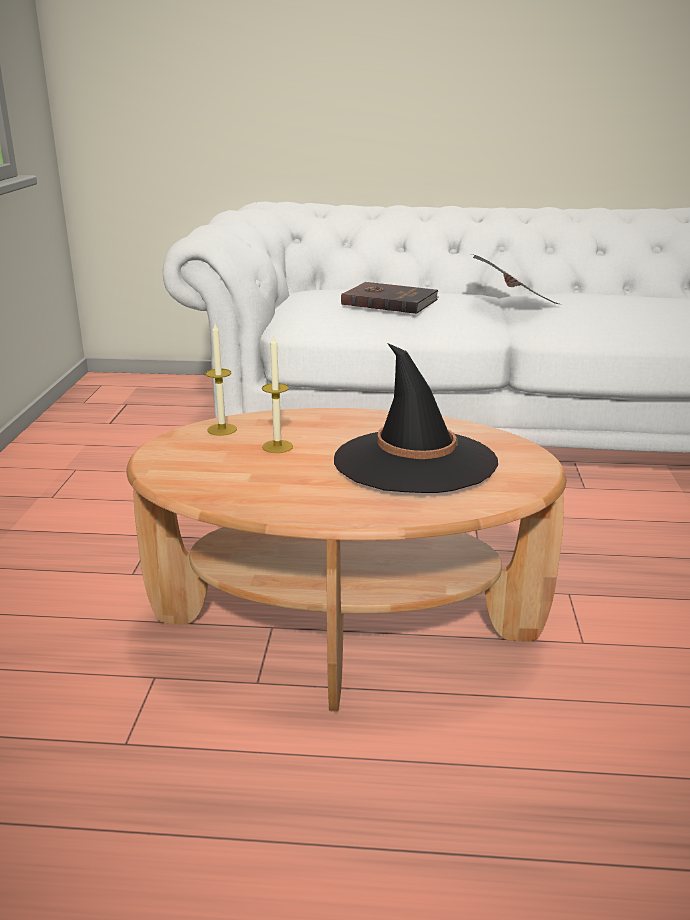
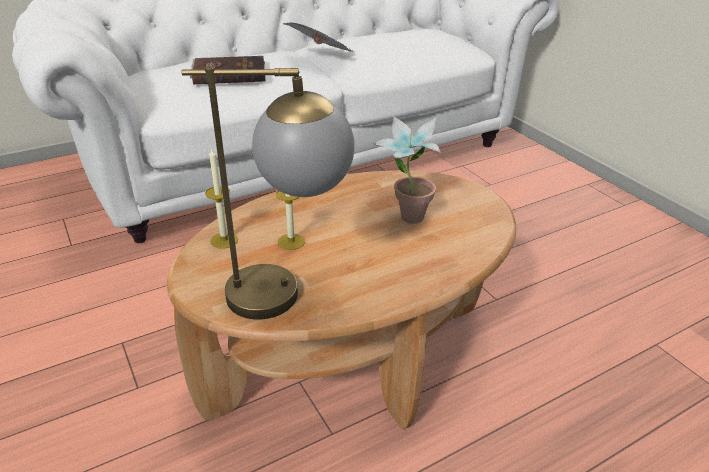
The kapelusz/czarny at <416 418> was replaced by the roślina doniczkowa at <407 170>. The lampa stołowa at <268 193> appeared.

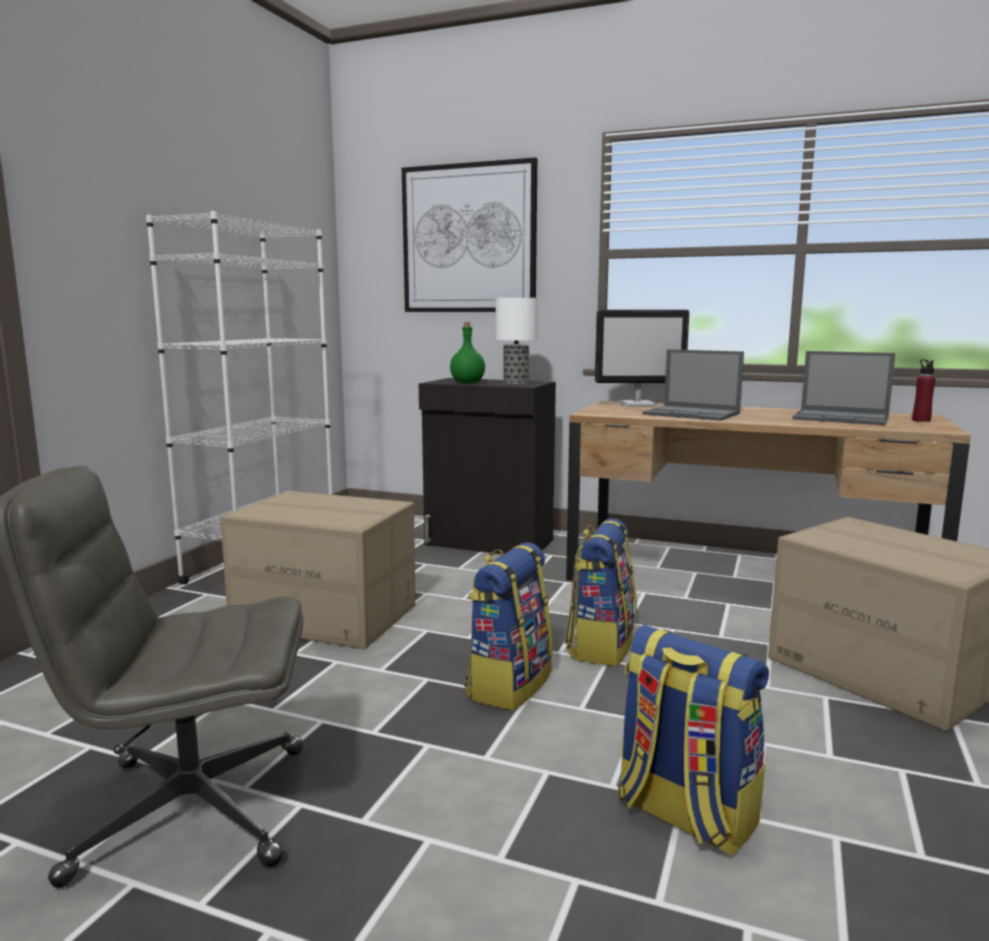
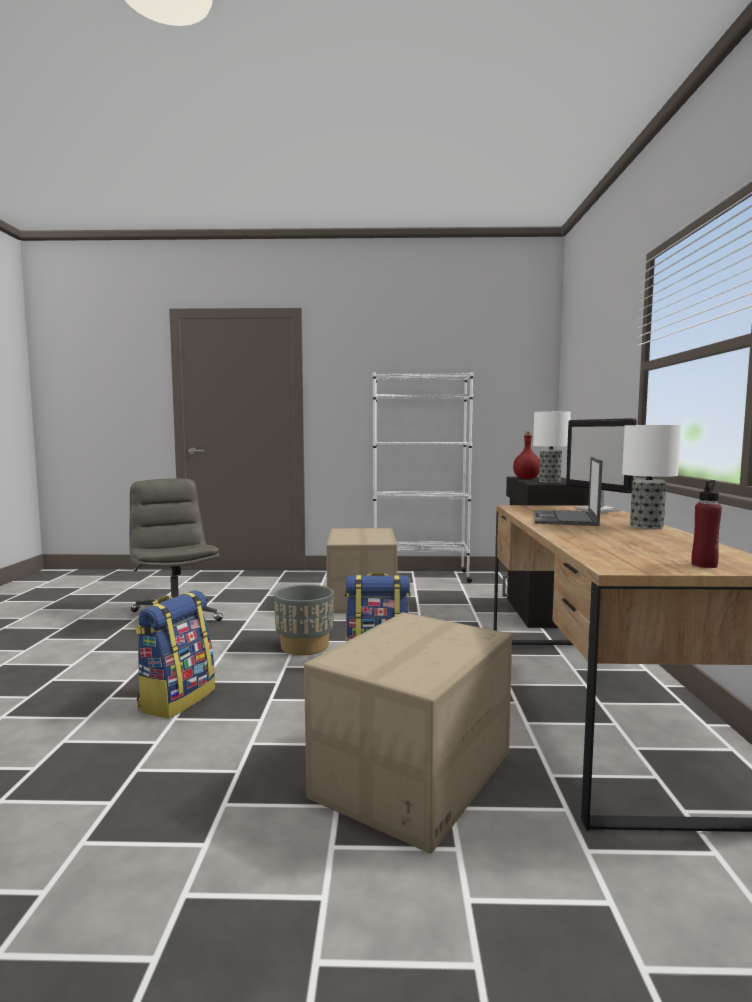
The obraz at <469 234> disappeared. The butelka/zielony at <467 353> became the butelka/czerwony at <526 455>. The laptop at <843 388> disappeared. The plecak at <508 626> was replaced by the donica/szary at <304 620>. The lampa stołowa at <651 477> appeared.

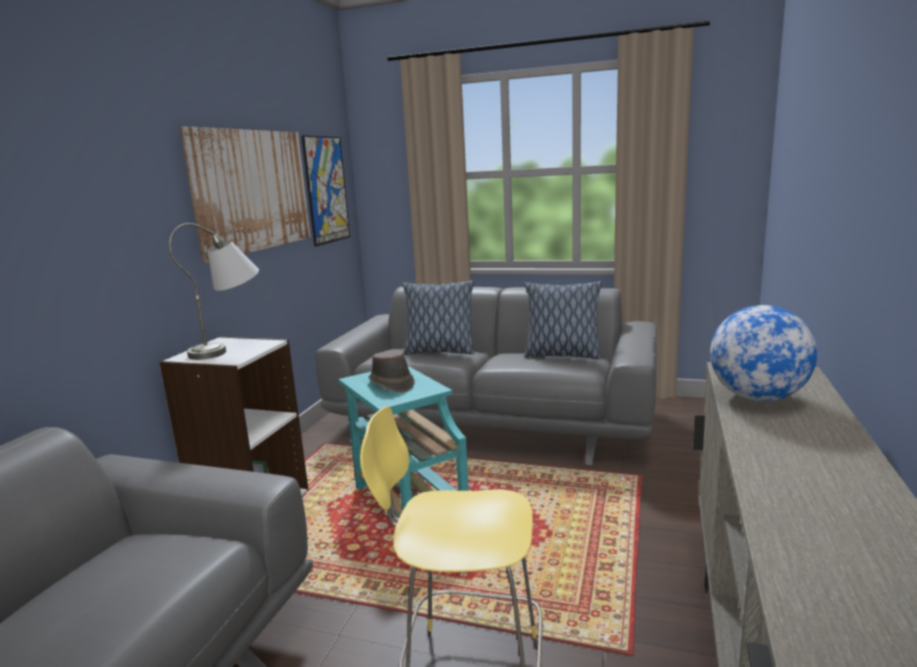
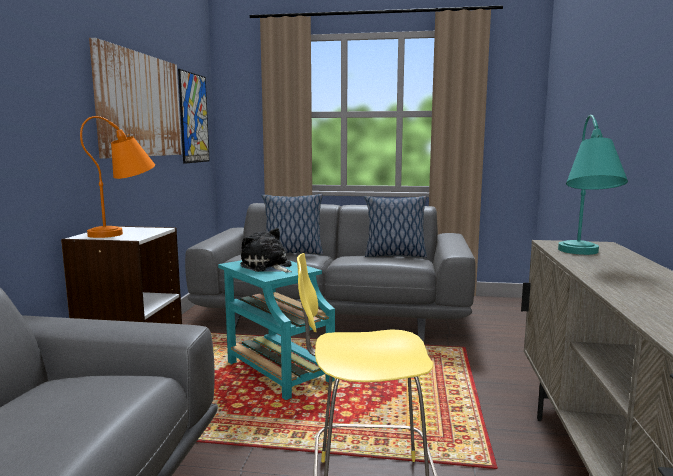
The lampa stołowa/szary at <214 291> became the lampa stołowa/pomarańczowy at <117 177>. The globus at <763 353> was replaced by the lampa stołowa/turkusowy at <593 185>. The kapelusz/brązowy at <392 372> was replaced by the pluszak at <266 250>.

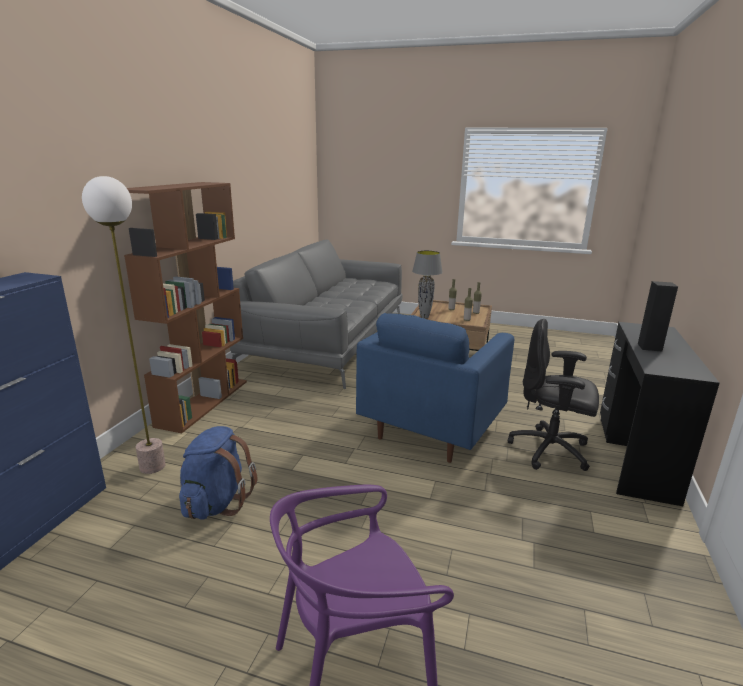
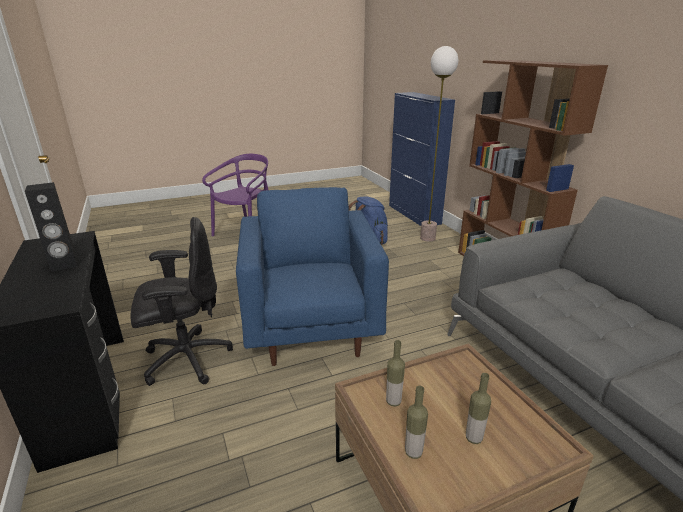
The lampa stołowa/szary at <427 284> disappeared.

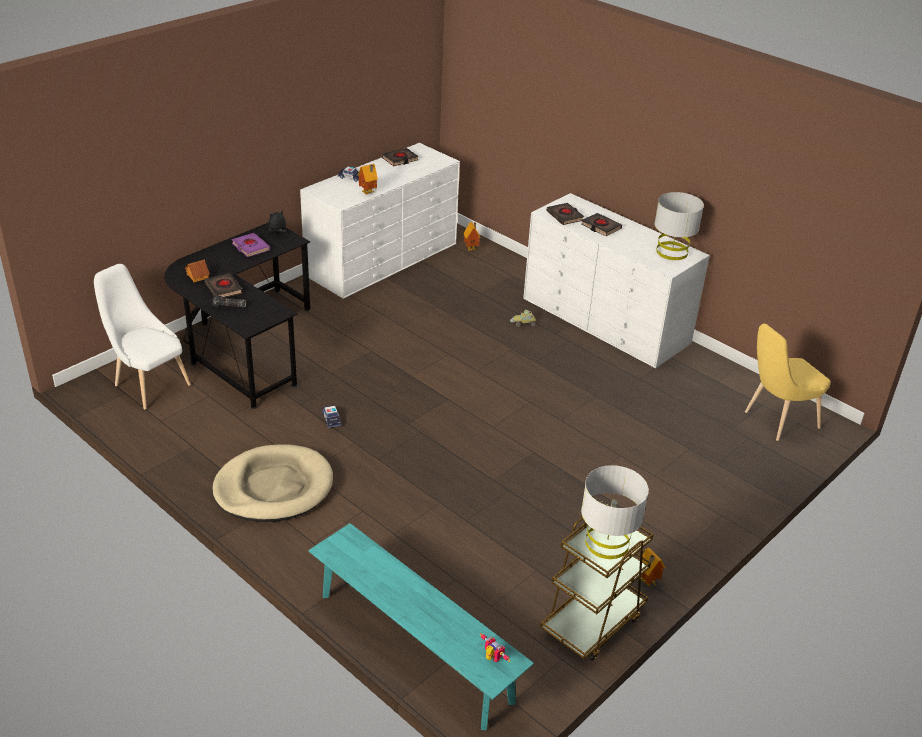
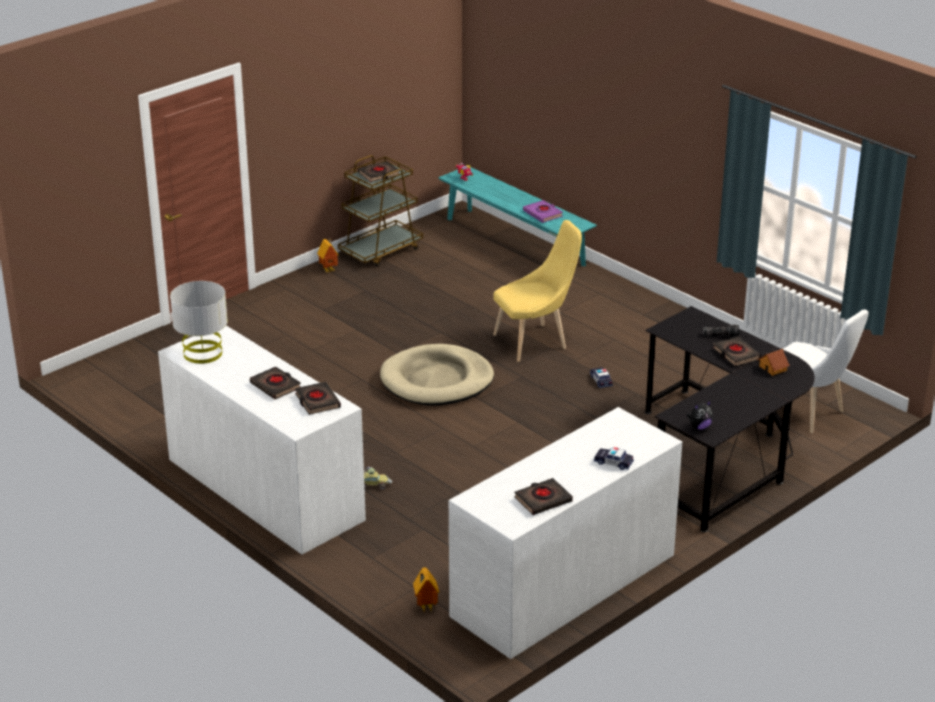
The domek at <368 179> disappeared. The książka/fioletowy moved from <251 245> to <543 211>. The krzesło/żółty moved from <788 382> to <537 291>. The legowisko/beżowy moved from <272 483> to <437 374>. The lampa stołowa/szary at <615 512> was replaced by the książka/czarny at <378 171>.

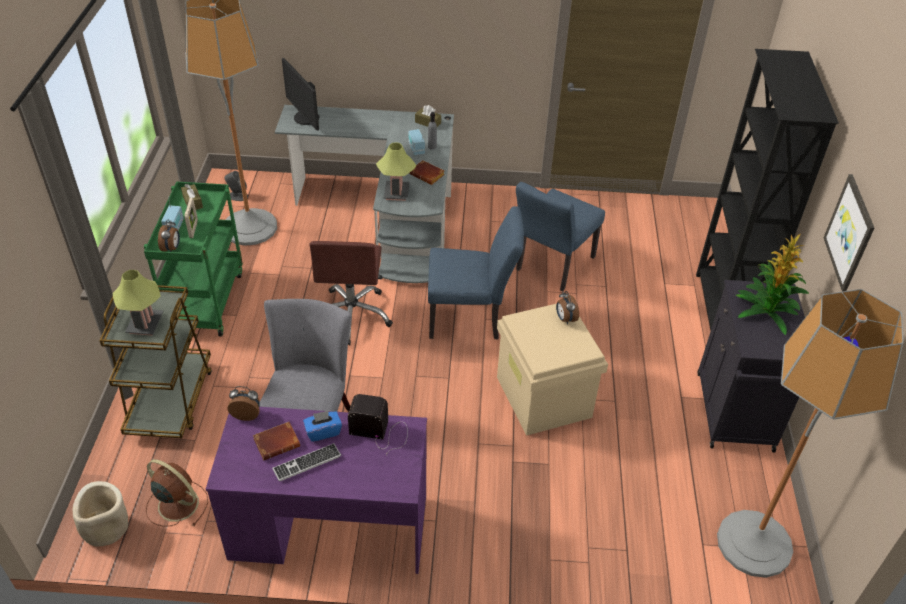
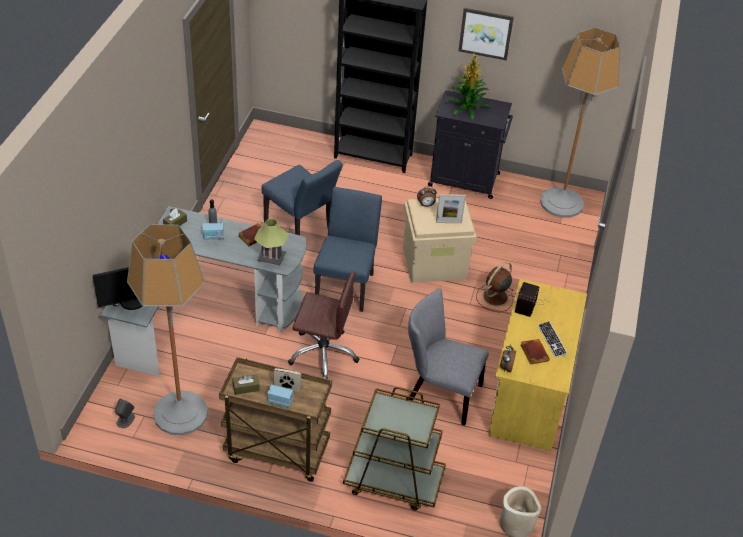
The wózek/zielony at <193 259> became the wózek/brązowy at <275 419>. The budzik at <169 236> disappeared. The lampa stołowa at <138 303> disappeared. The biurko/fioletowy at <316 490> became the biurko/żółty at <537 365>. The pudełko chusteczek/niebieski at <322 426> disappeared. The wentylator/brązowy moved from <177 493> to <494 287>. The ramka na zdjęcie at <451 208> appeared.

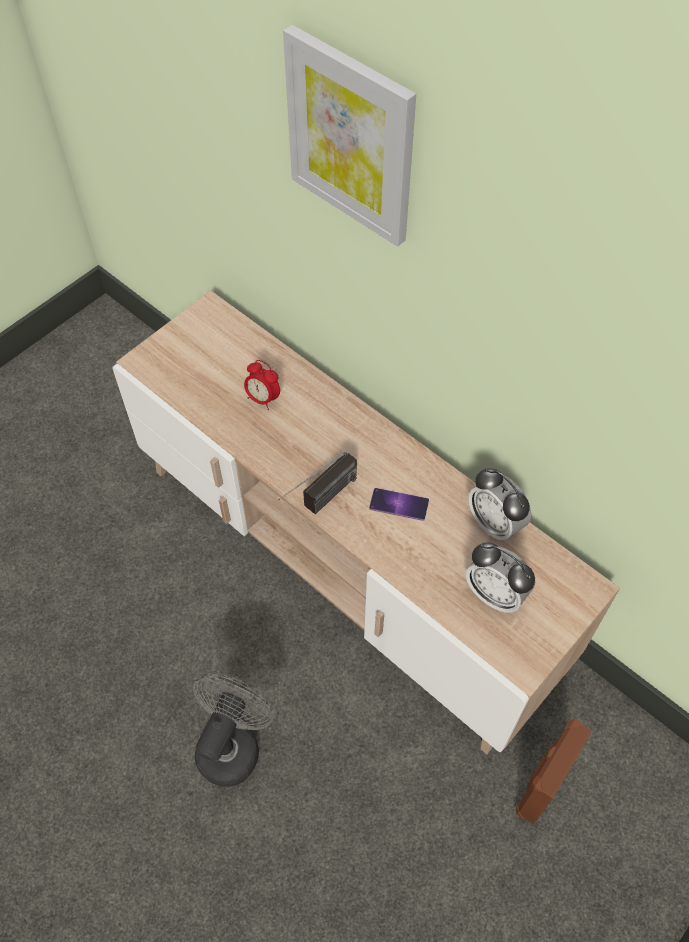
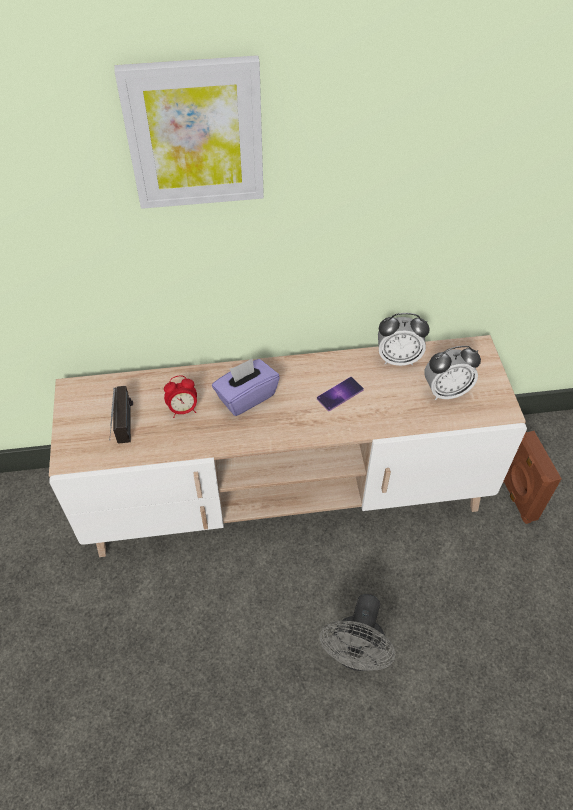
The radio moved from <317 483> to <121 414>. The wentylator/szary at <233 730> turned 135 degrees counterclockwise. The pudełko chusteczek/fioletowy at <246 387> appeared.

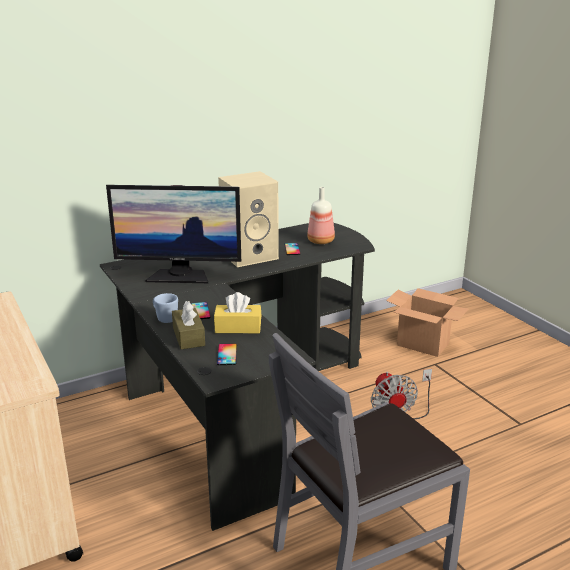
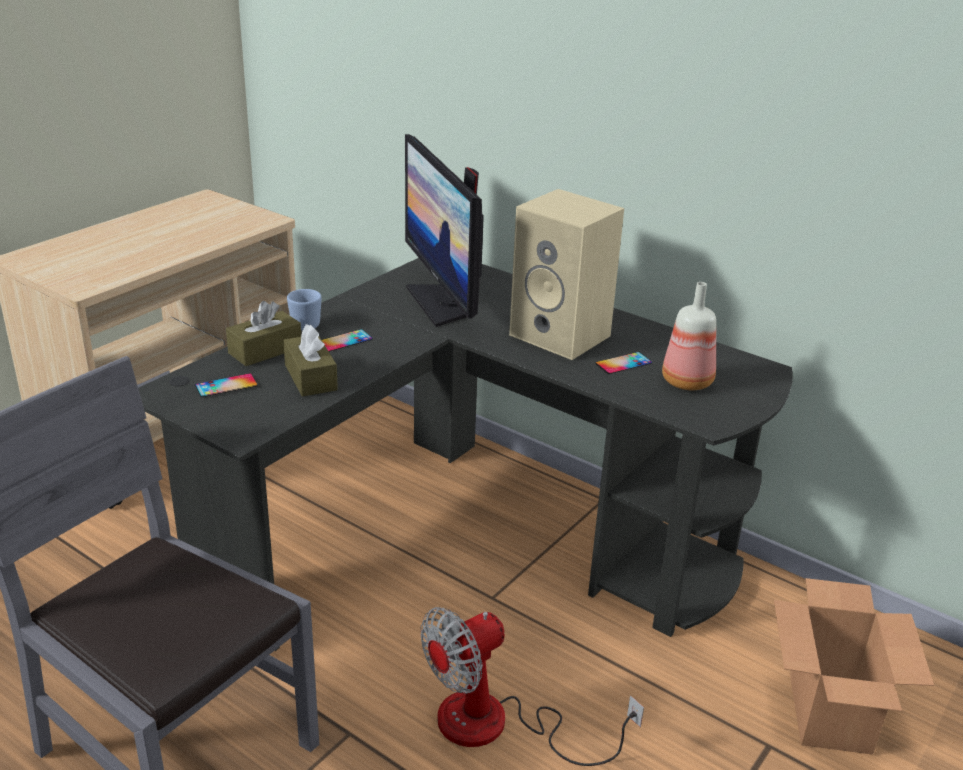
The pudełko chusteczek/żółty at <237 312> became the pudełko chusteczek/brązowy at <310 360>.

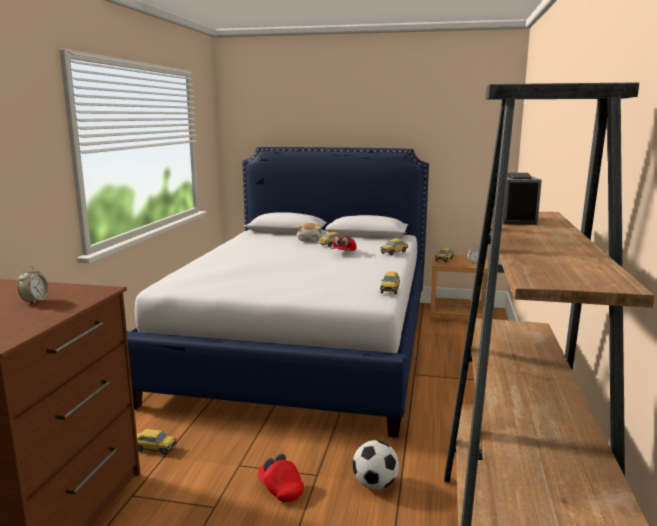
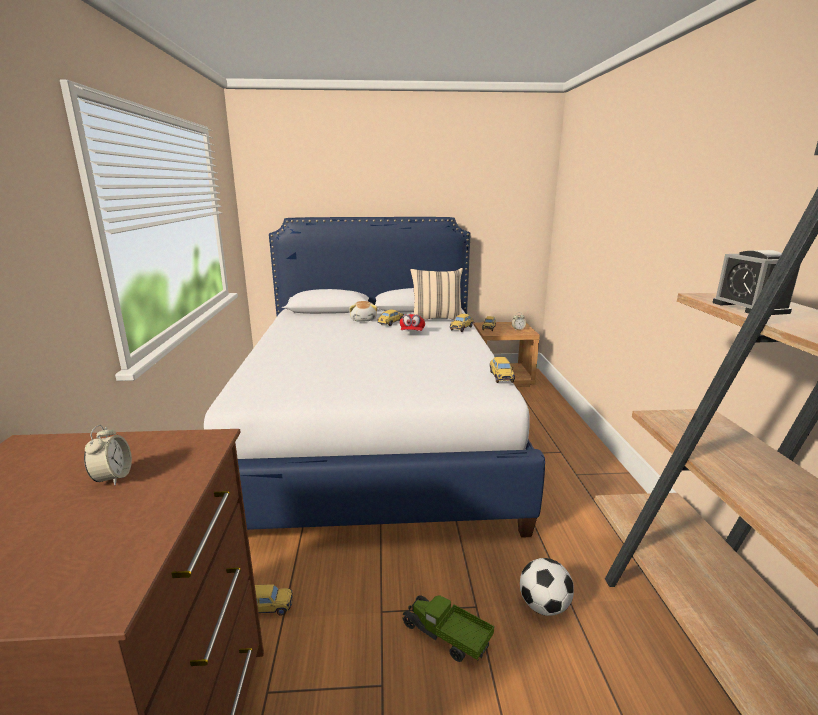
The czapka z daszkiem/czerwony at <280 477> was replaced by the ciężarówka zabawkowa at <448 628>. The poduszka/beżowy at <436 293> appeared.

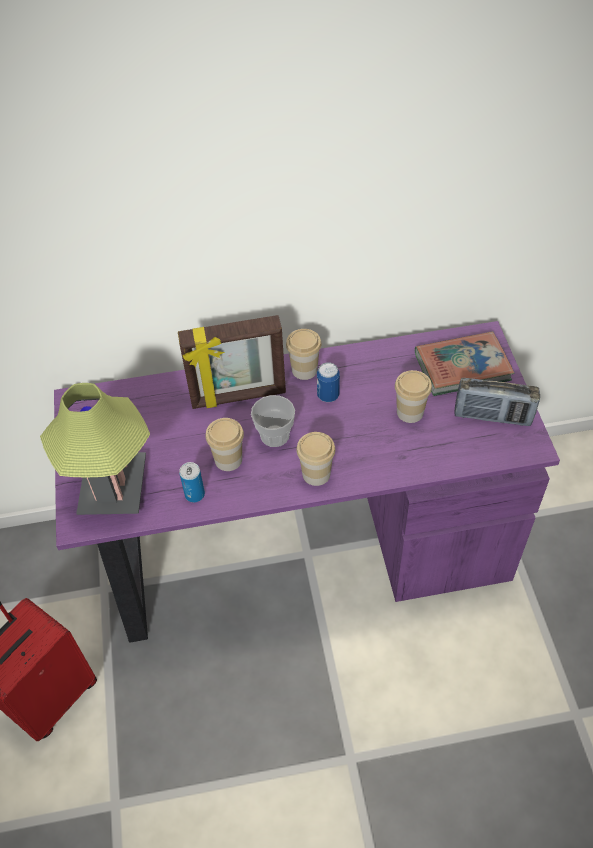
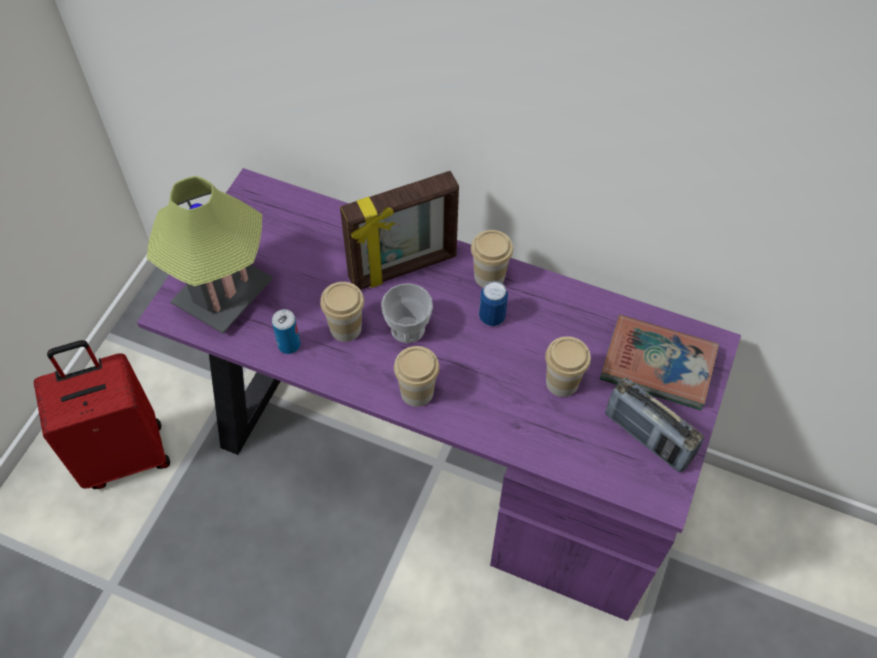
The ramka na zdjęcie at <232 362> turned 45 degrees counterclockwise.

